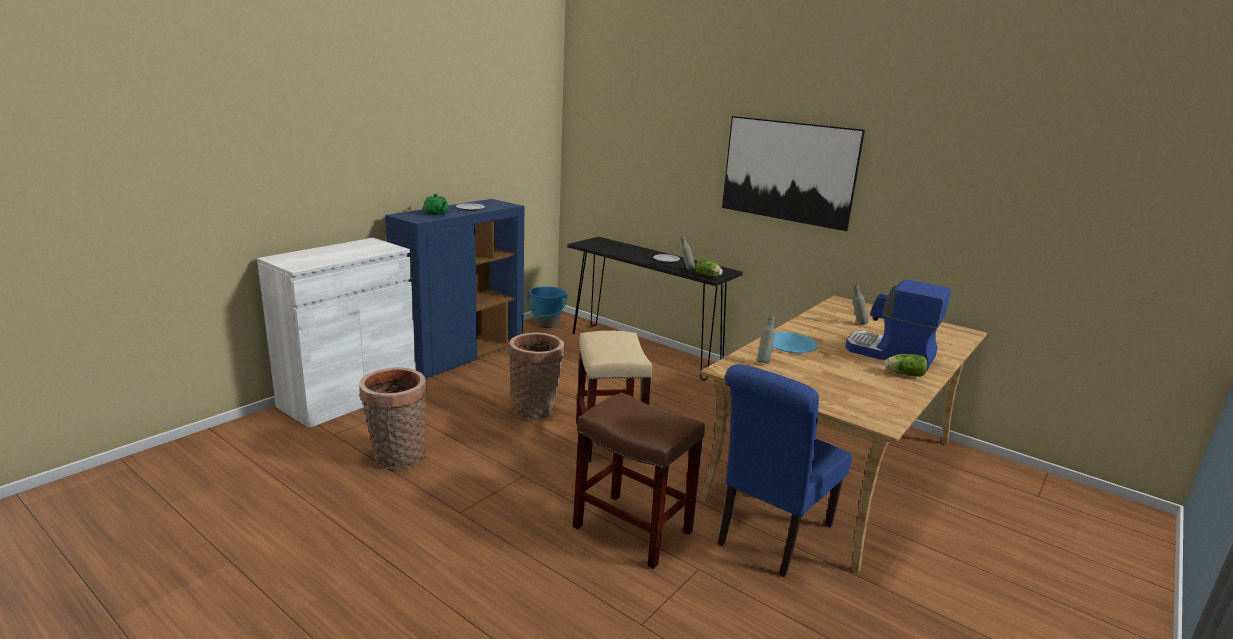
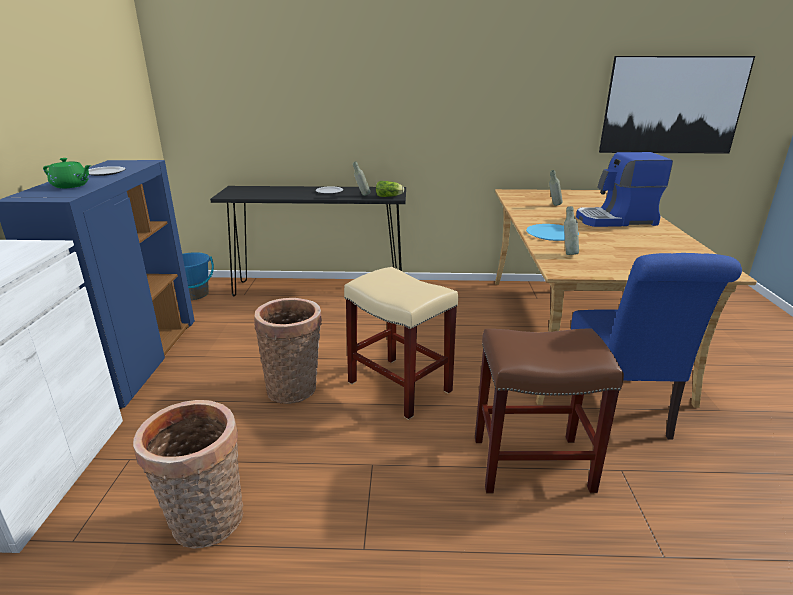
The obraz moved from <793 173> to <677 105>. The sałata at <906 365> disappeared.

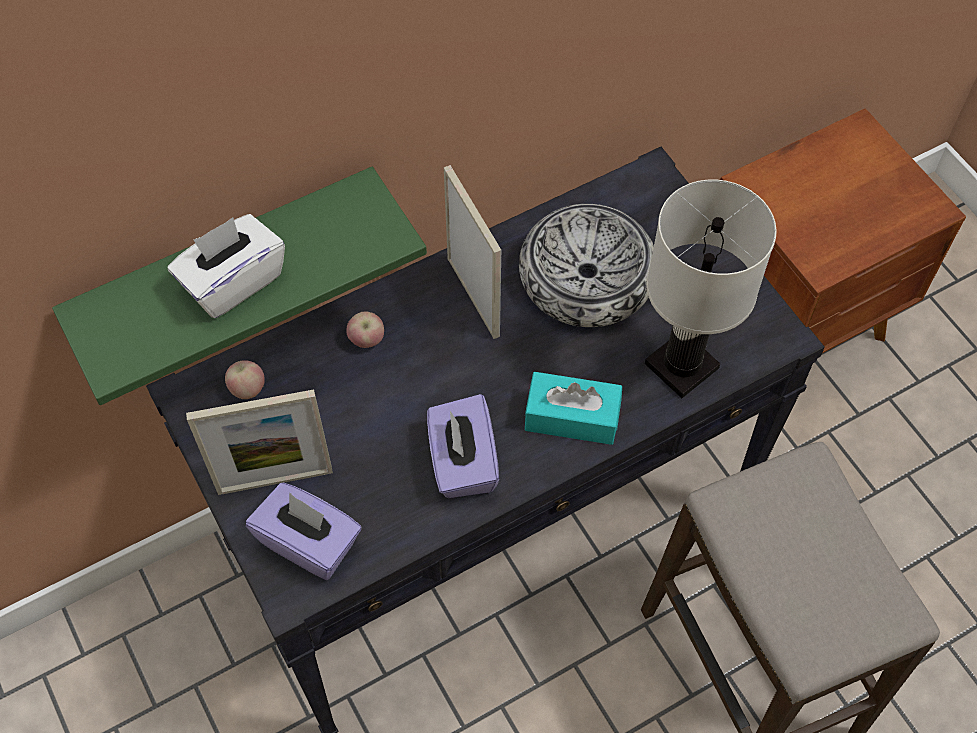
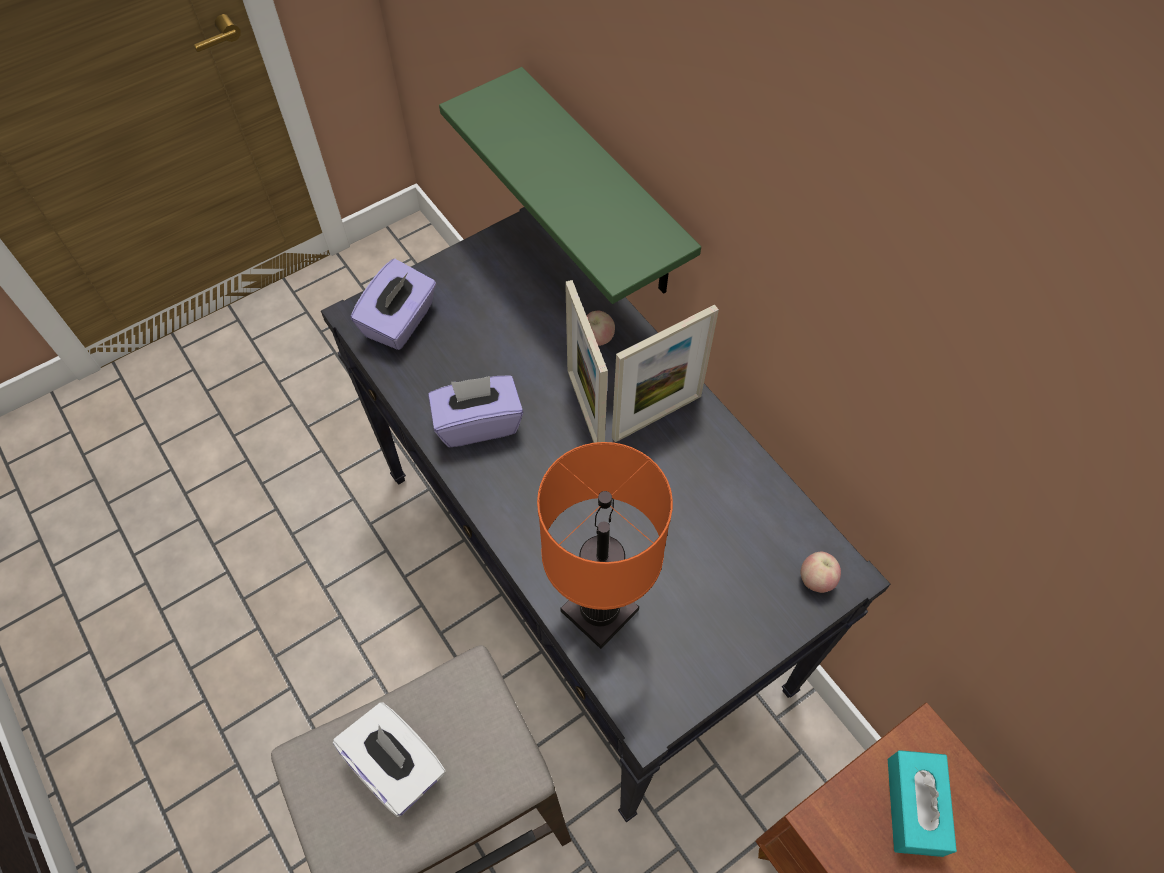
The lampa stołowa/biały at <711 289> became the lampa stołowa/pomarańczowy at <605 545>. The miska at <586 265> disappeared. The pudełko chusteczek/biały moved from <226 266> to <389 759>. The jabłko moved from <245 379> to <821 572>. The pudełko chusteczek/turkusowy moved from <573 408> to <922 803>. The ramka na zdjęcie moved from <259 442> to <586 361>.

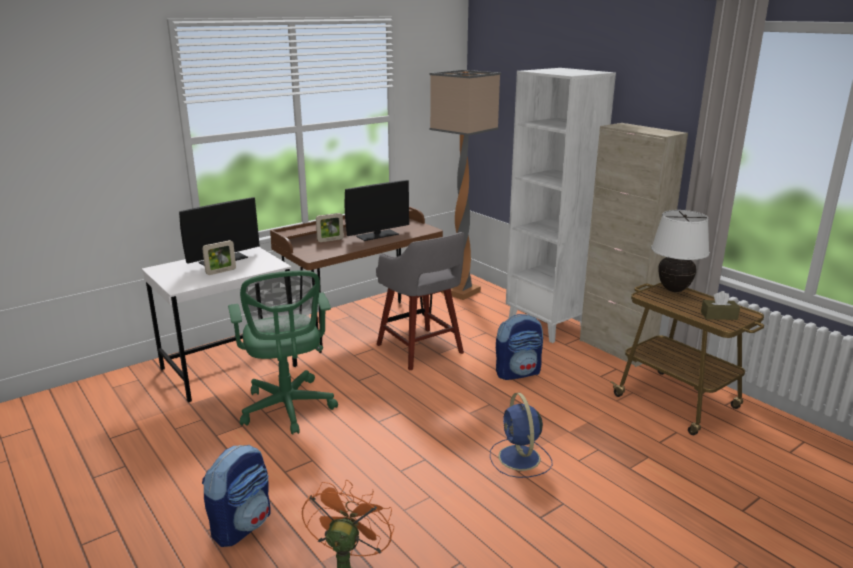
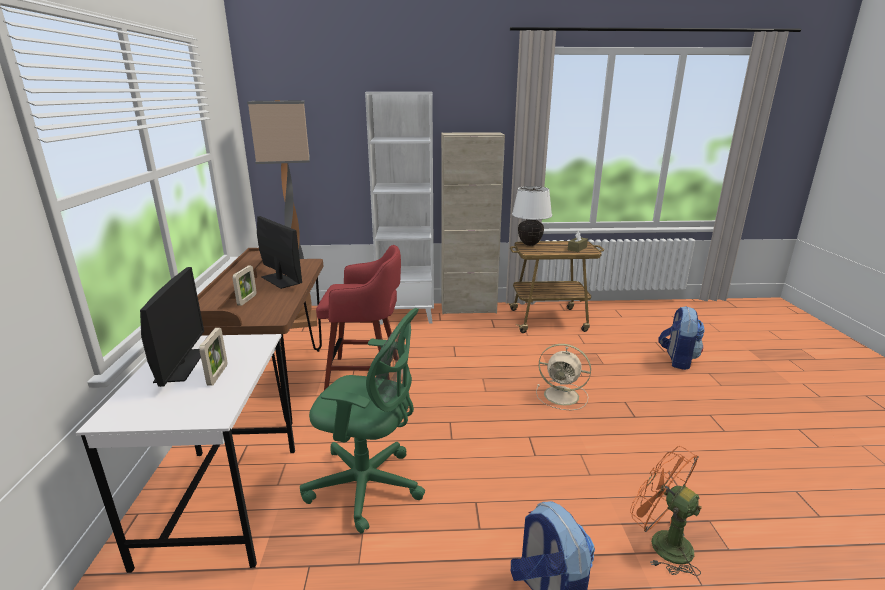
The monitor at <376 210> turned 45 degrees counterclockwise. The stołek/szary at <420 301> became the stołek/czerwony at <358 317>. The plecak moved from <519 347> to <682 338>. The wentylator/niebieski at <521 435> became the wentylator/beżowy at <563 377>.

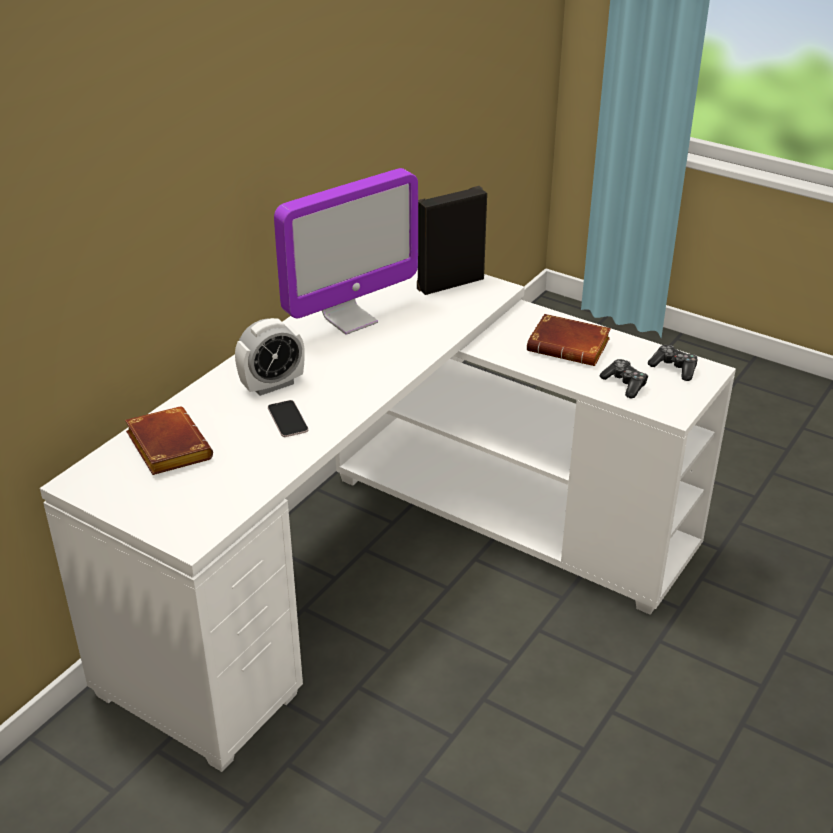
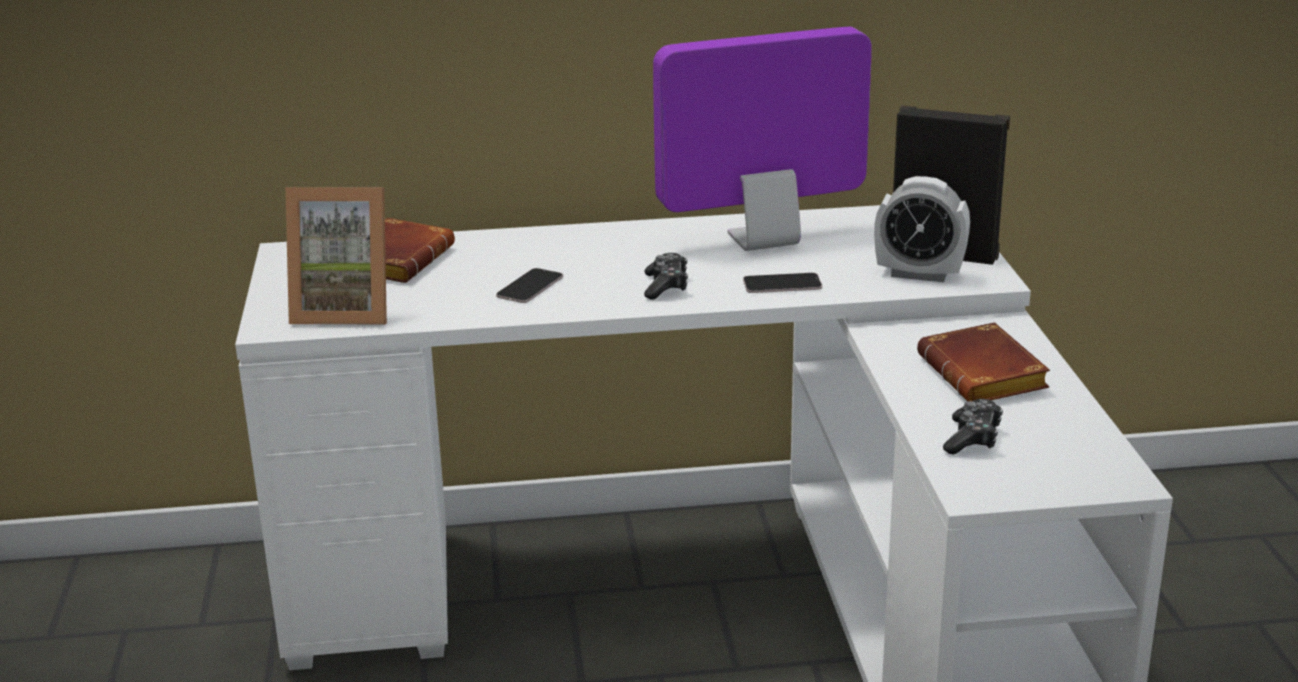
The monitor at <346 251> turned 150 degrees clockwise. The budzik moved from <270 357> to <922 229>. The pad do gier moved from <673 363> to <666 276>. The ramka na zdjęcie at <336 256> appeared. The telefon at <782 283> appeared.

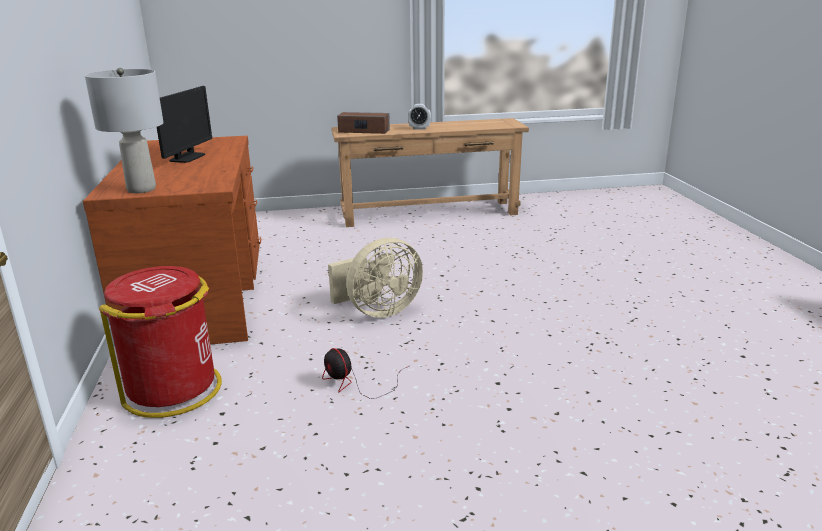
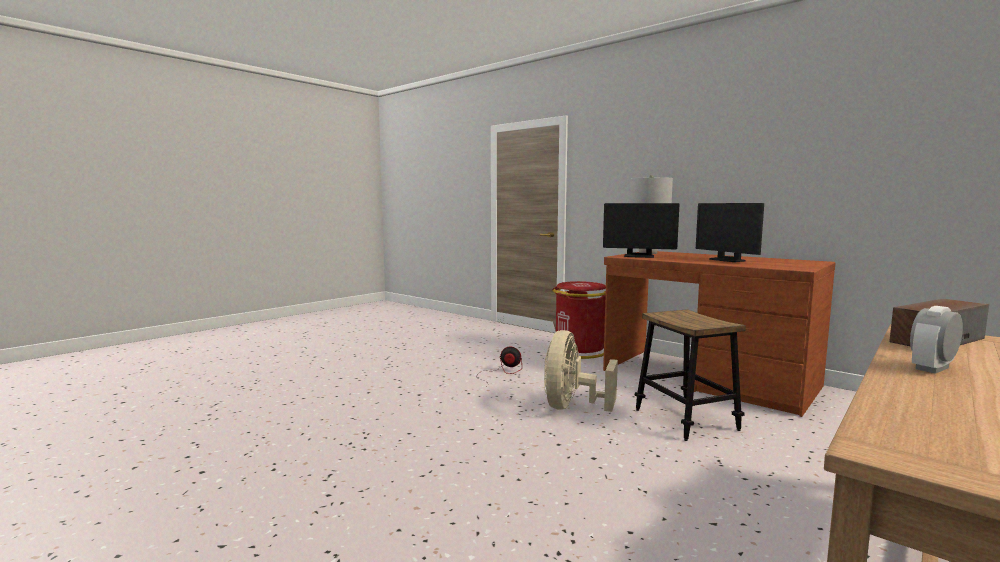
The monitor at <641 230> appeared. The stołek at <690 375> appeared.

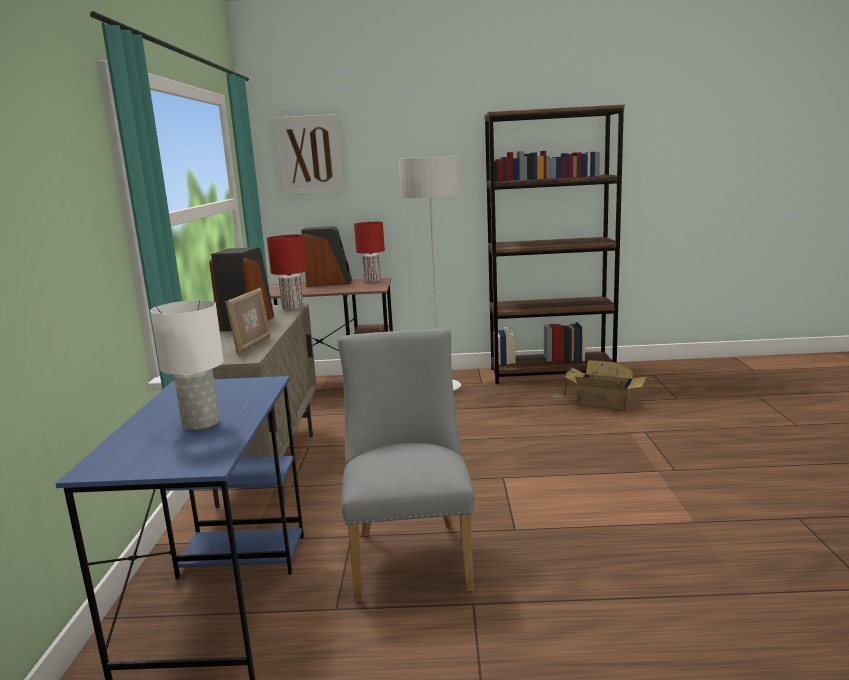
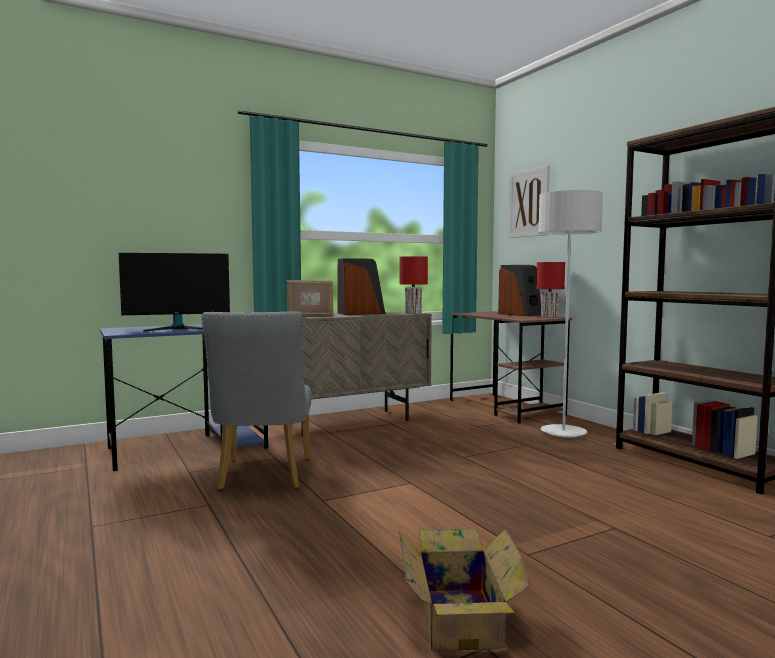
The lampa stołowa/biały at <187 365> was replaced by the monitor at <174 292>. The krzesło/szary at <406 465> turned 120 degrees clockwise. The karton moved from <599 385> to <464 589>.

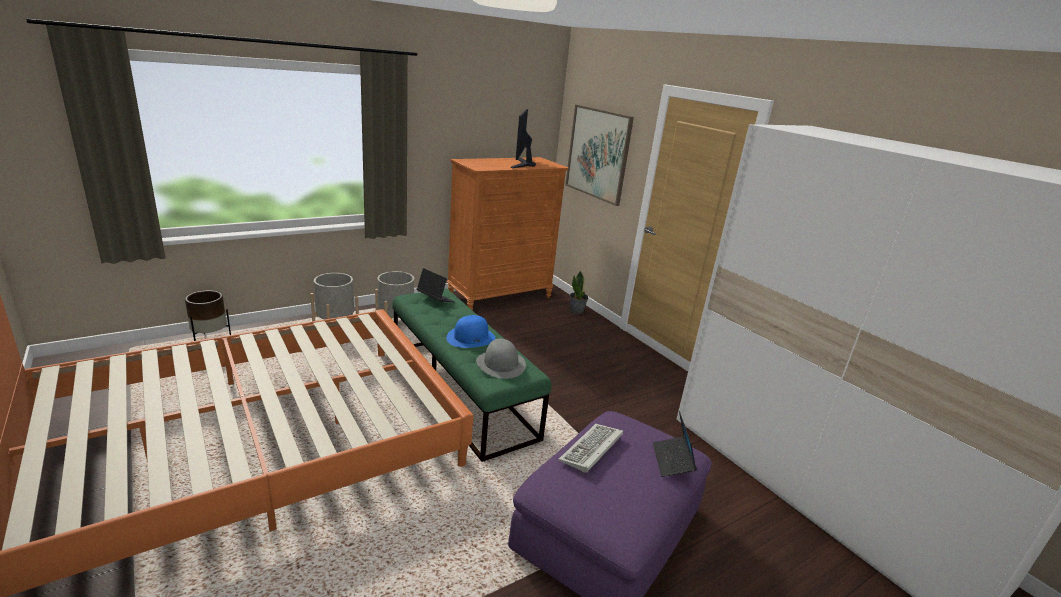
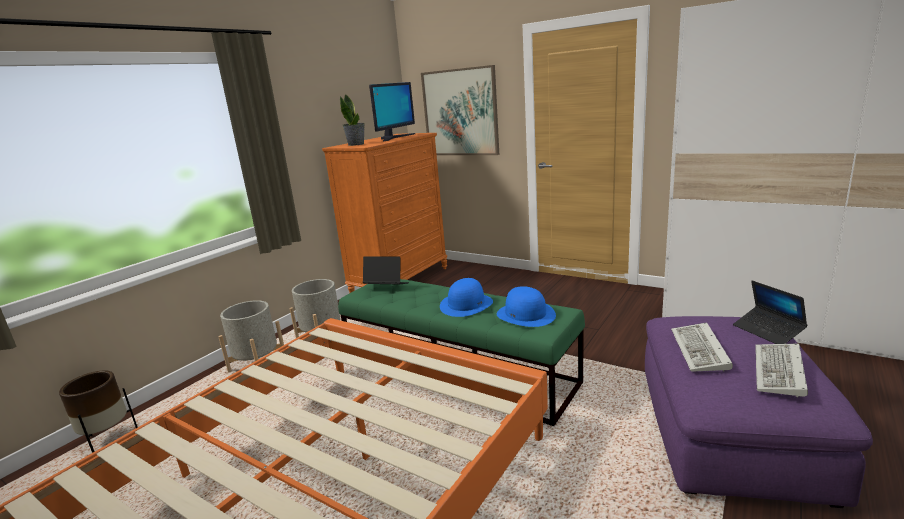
The monitor at <523 138> turned 135 degrees counterclockwise. The roślina doniczkowa moved from <579 292> to <352 120>. The kapelusz/szary at <501 358> became the kapelusz/niebieski at <526 306>. The klawiatura at <781 370> appeared.

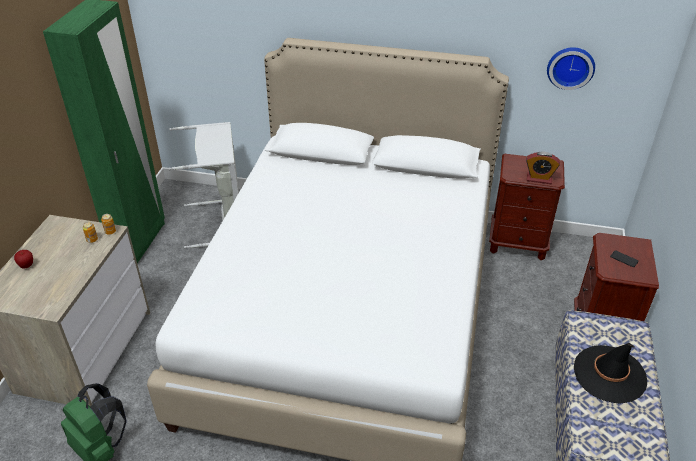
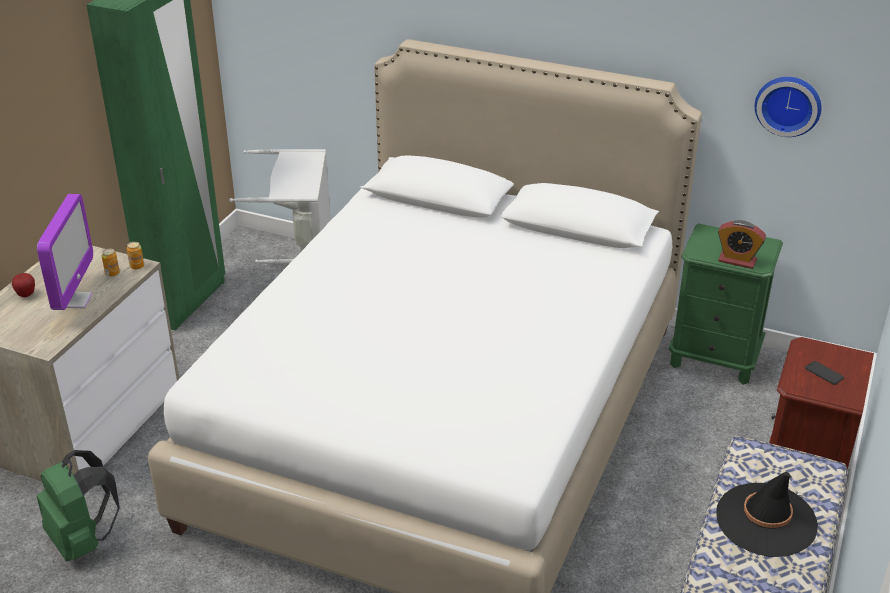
The szafka nocna/brązowy at <527 207> became the szafka nocna/zielony at <726 304>. The monitor at <65 252> appeared.

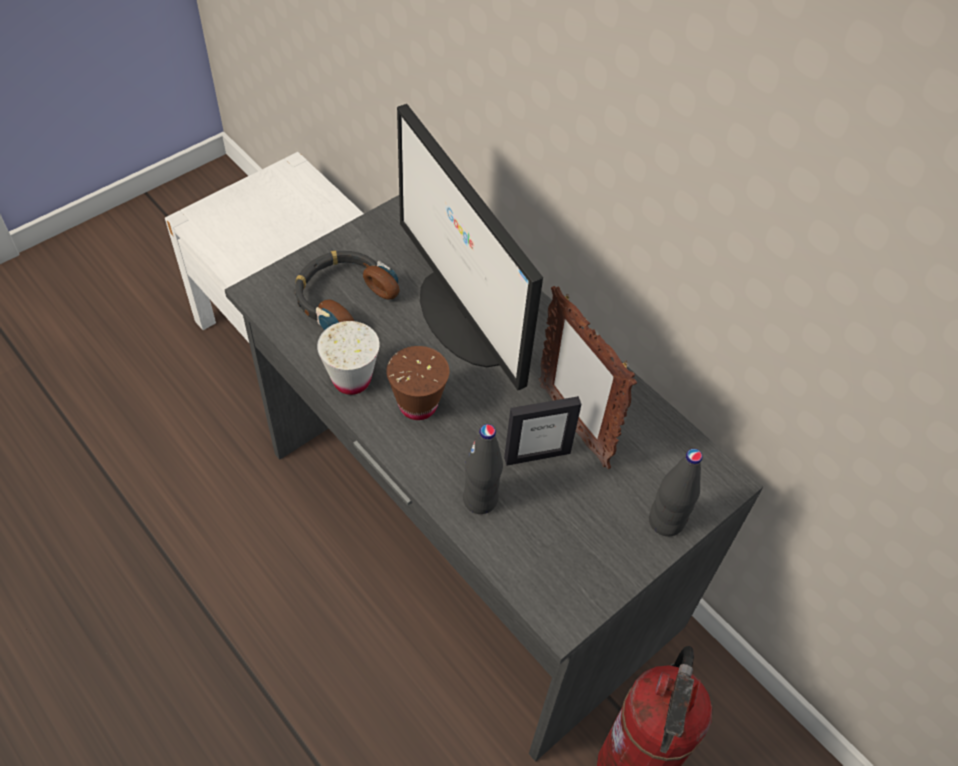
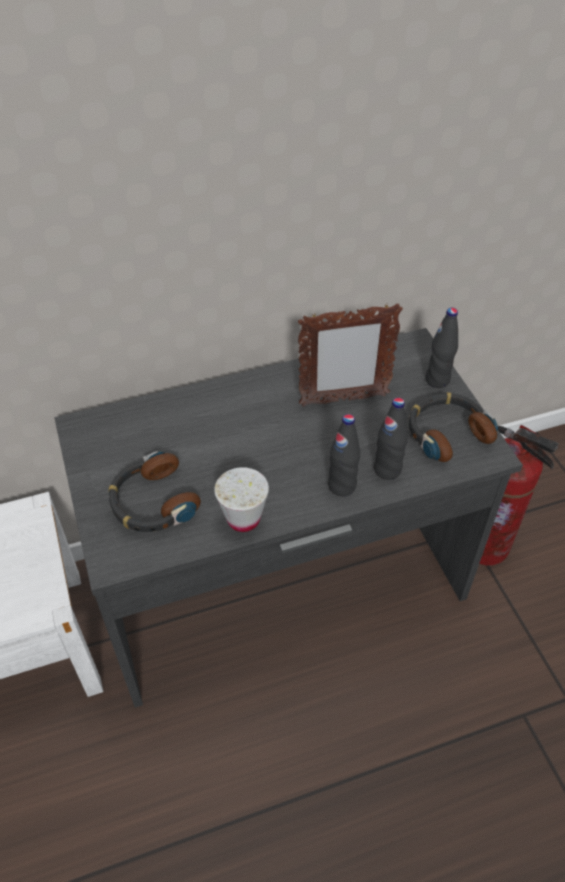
The monitor at <470 247> disappeared. The filiżanka/brązowy at <417 383> disappeared. The ramka na zdjęcie at <543 430> disappeared. The słuchawki at <453 427> appeared. The butelka/czarny at <344 455> appeared.

